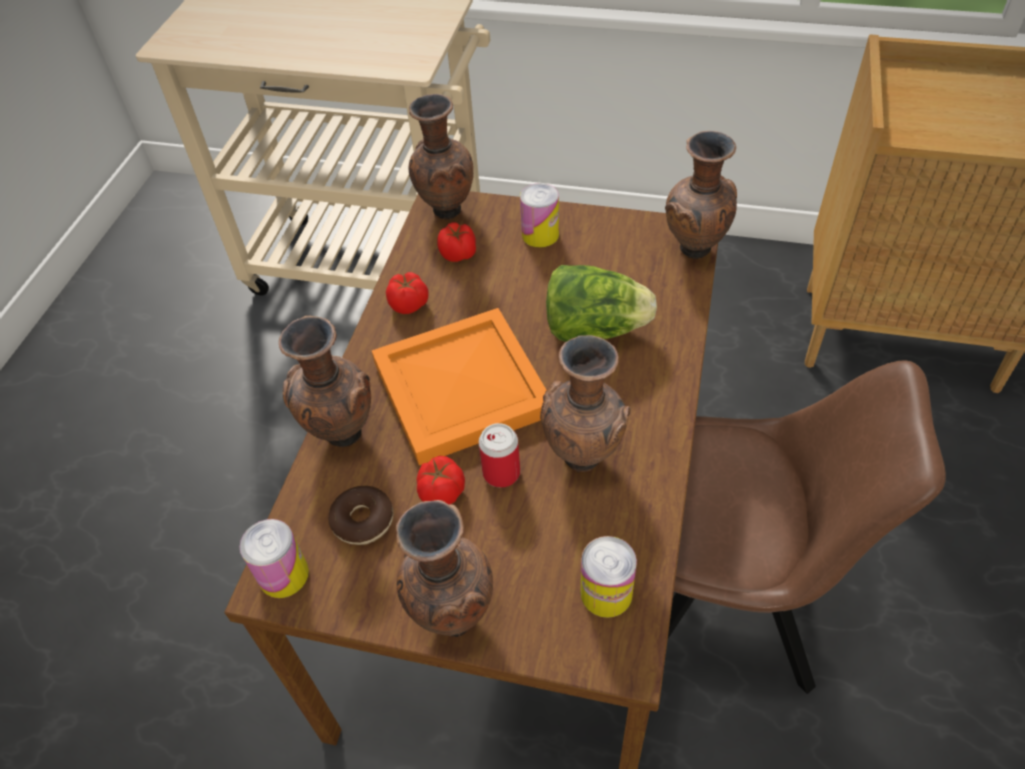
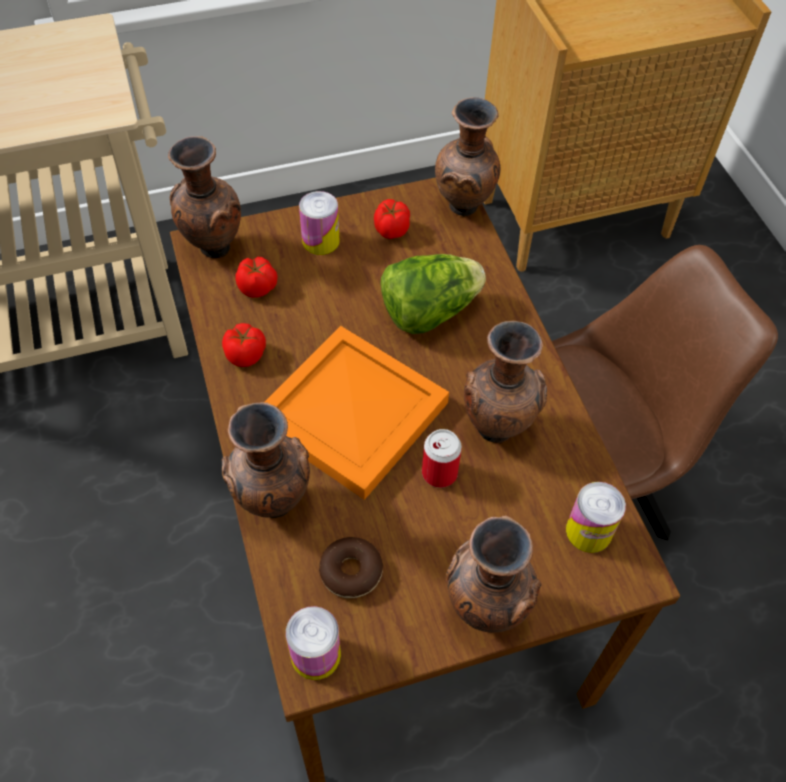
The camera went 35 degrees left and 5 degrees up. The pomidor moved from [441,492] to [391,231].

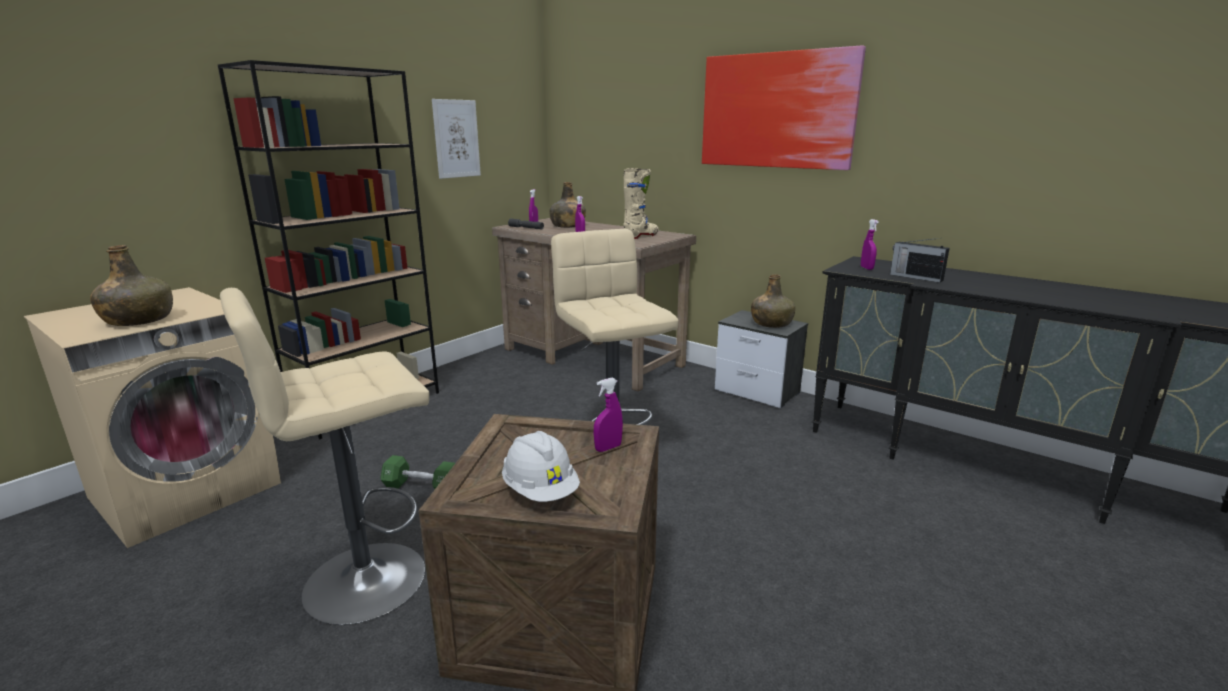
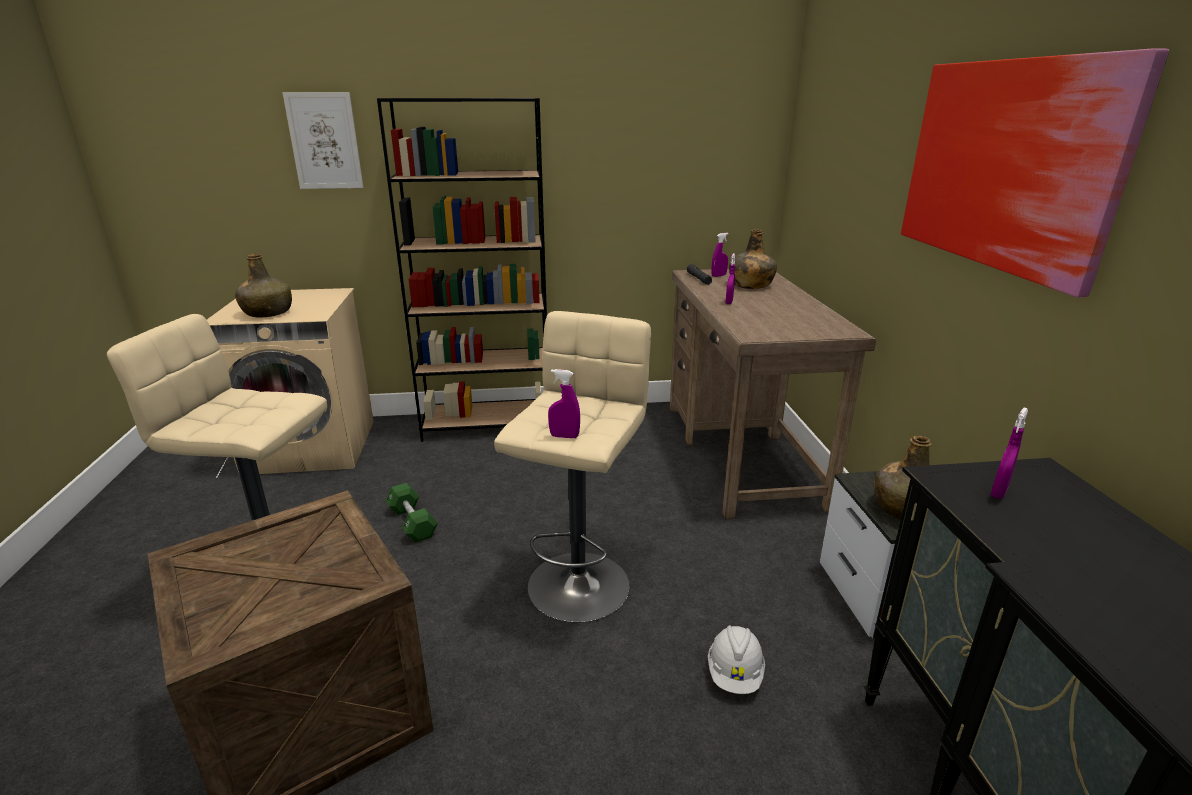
The camera went 45 degrees right and 5 degrees up. The but z cholewką/beżowy at [641,236] disappeared. The radio at [915,277] disappeared. The obraz moved from [456,139] to [324,141]. The kask/biały moved from [540,491] to [735,673]. The spryskiwacz/fioletowy moved from [608,448] to [564,436].

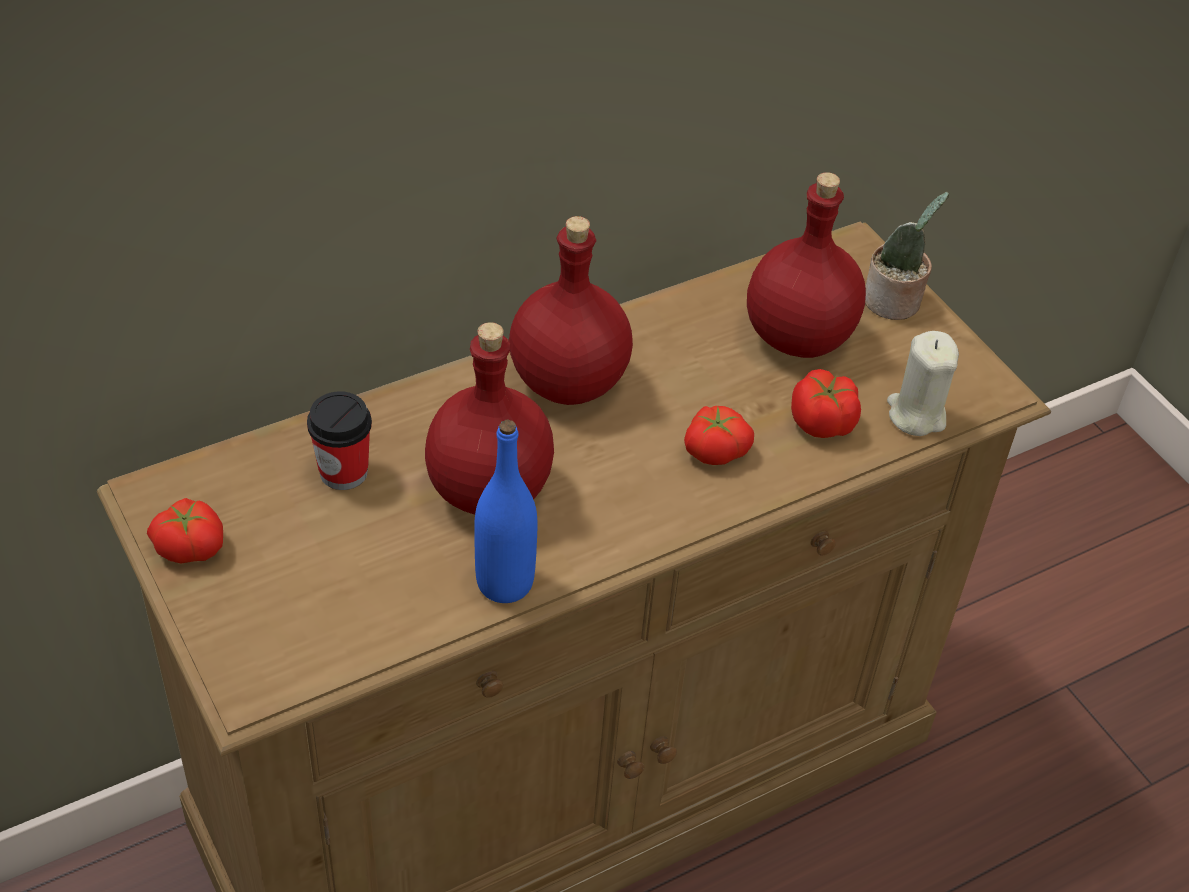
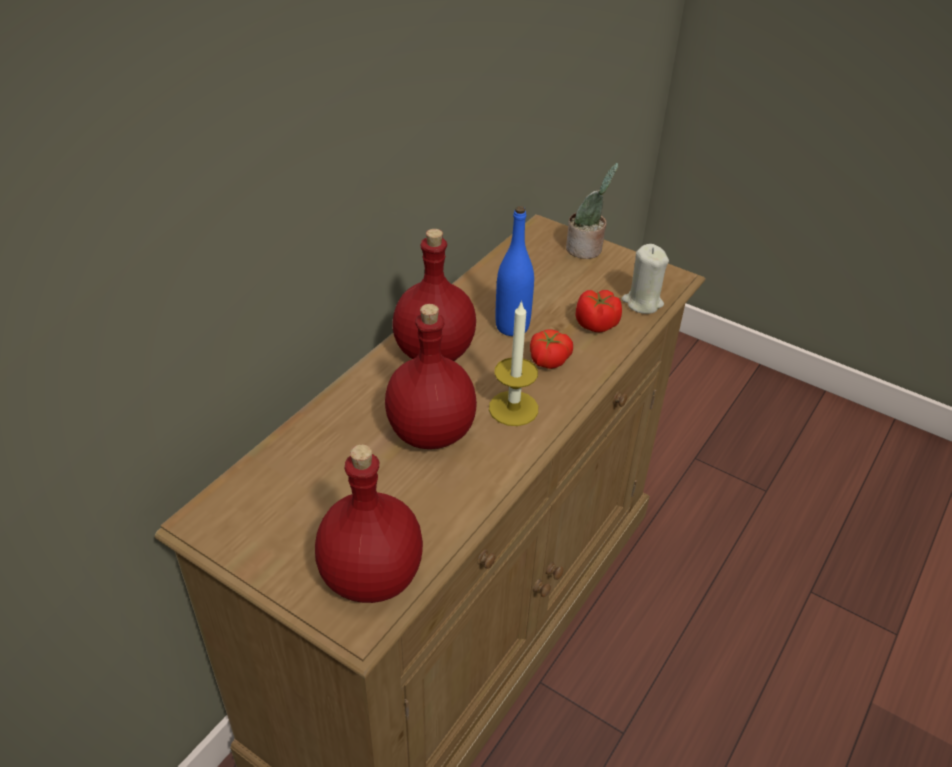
The camera went 25 degrees left and 5 degrees down. The pomidor at [190,545] disappeared. The filiżanka at [343,472] disappeared. The świeca at [513,408] appeared. The butelka/niebieski moved from [505,583] to [512,326]. The butelka/czerwony moved from [800,336] to [372,575].

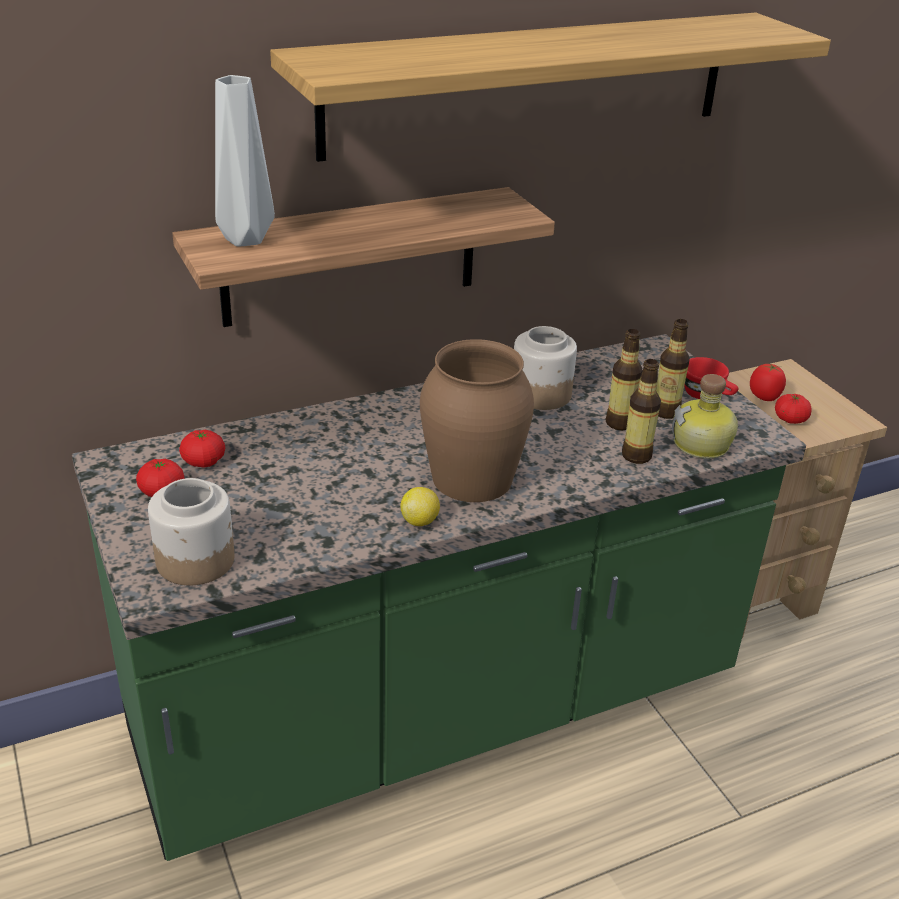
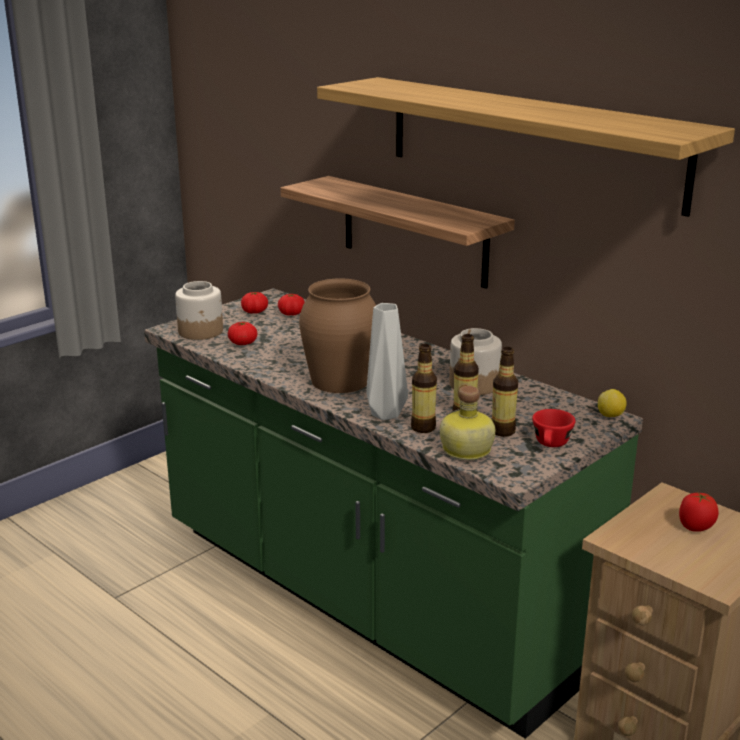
The camera went 70 degrees right and 10 degrees down. The wazon/szary moved from [246,240] to [384,415]. The cytryna moved from [420,521] to [610,416]. The pomidor moved from [790,419] to [243,343].

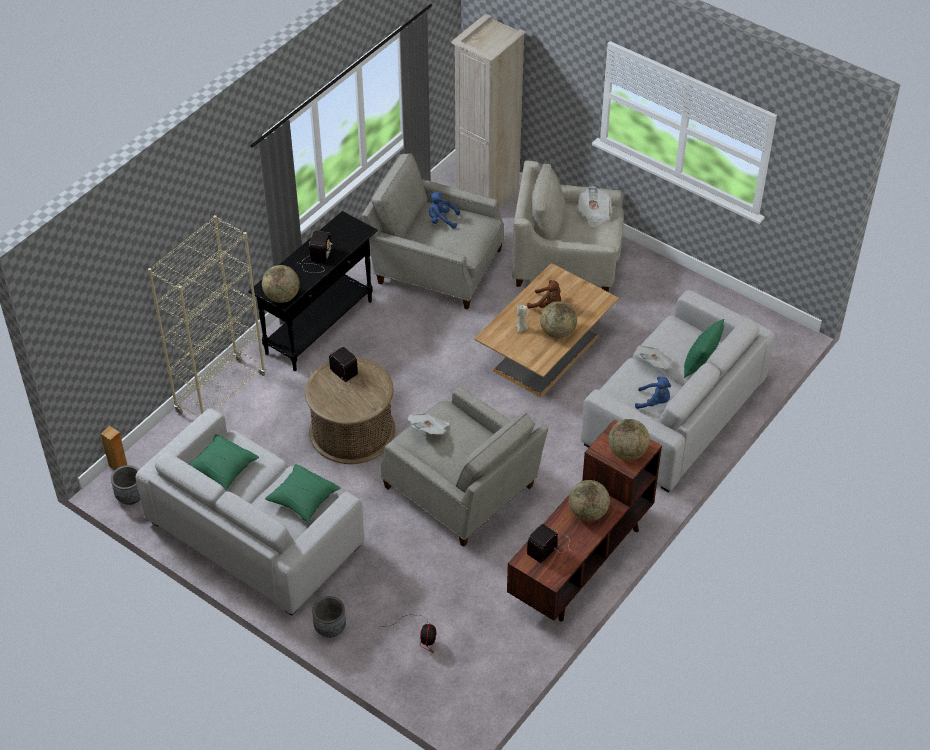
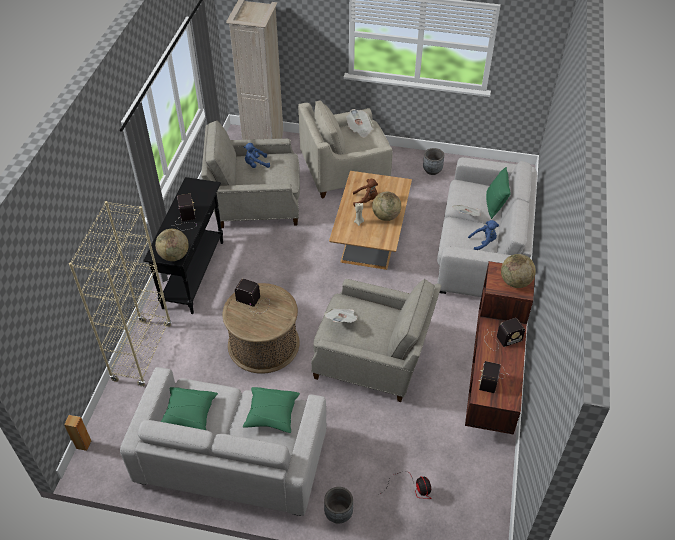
The camera went 25 degrees left and 0 degrees up. The donica/szary moved from [130,496] to [432,170]. The globus at [588,512] was replaced by the radio at [501,339].

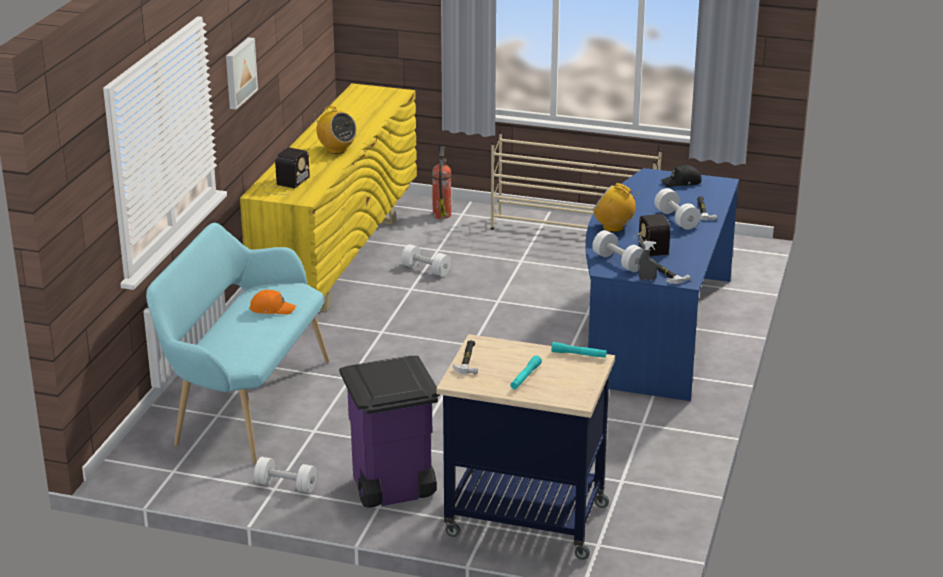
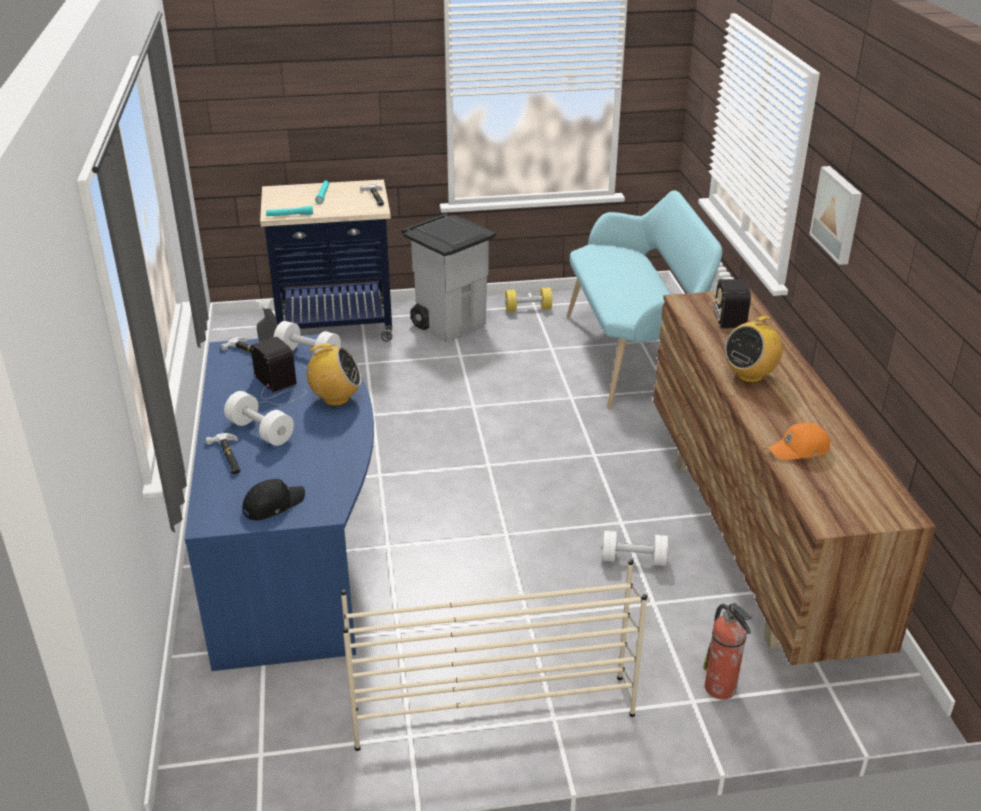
The camera went 155 degrees right and 5 degrees up. The czapka z daszkiem/pomarańczowy moved from [272,309] to [800,450]. The szafka/żółty at [338,260] became the szafka/brązowy at [753,543]. The hantel/biały at [286,486] became the hantel/żółty at [528,309]. The kosz na śmieci/fioletowy at [391,489] became the kosz na śmieci/szary at [450,324]. The radio at [336,150] turned 60 degrees counterclockwise.

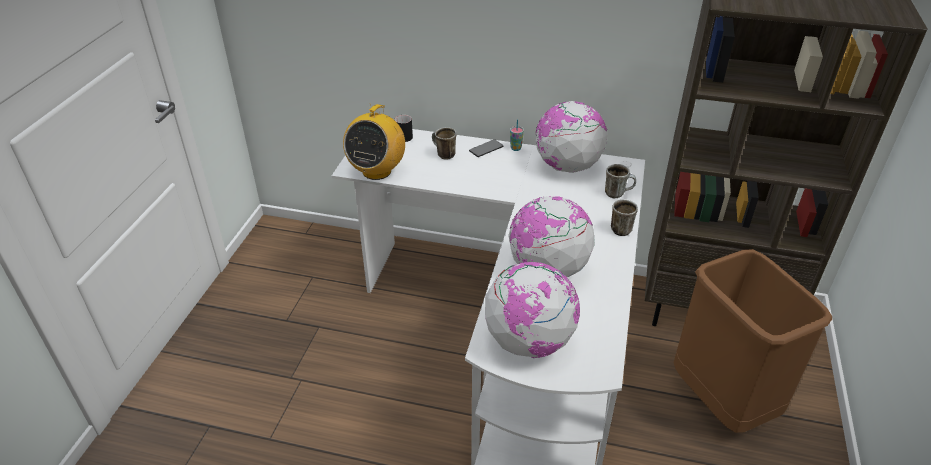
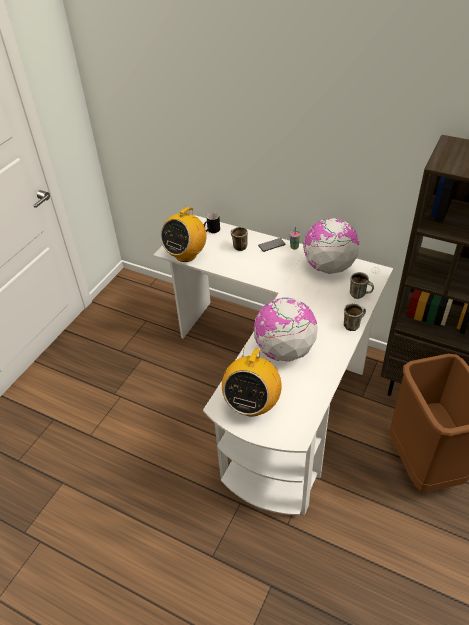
The camera went 15 degrees right and 5 degrees up. The globus at [529,341] was replaced by the radio at [252,404].

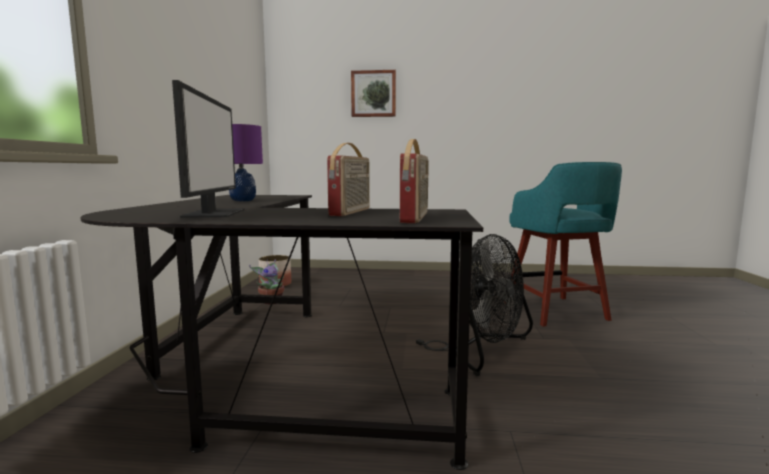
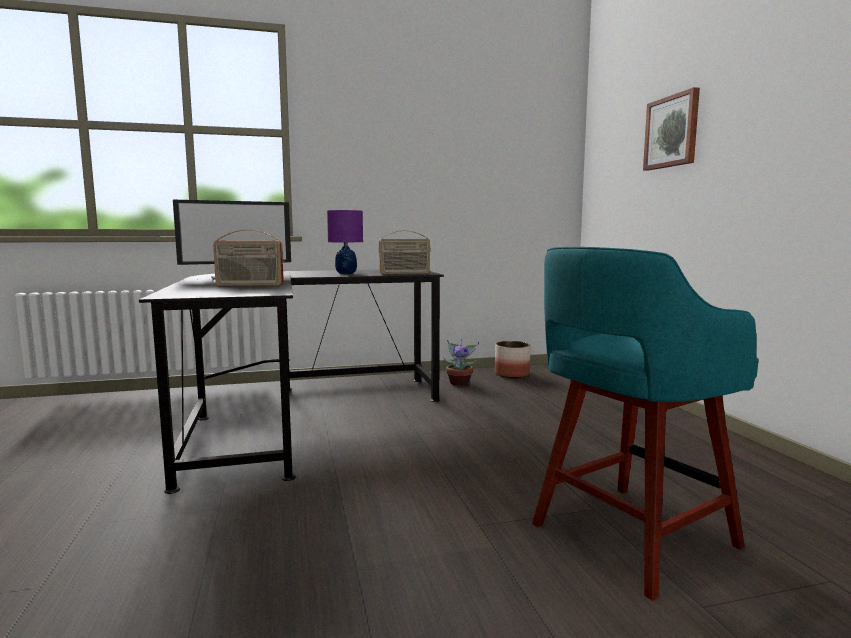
The camera went 70 degrees right and 0 degrees up. The wentylator/czarny at [480,350] disappeared. The radio moved from [415,218] to [404,273].

